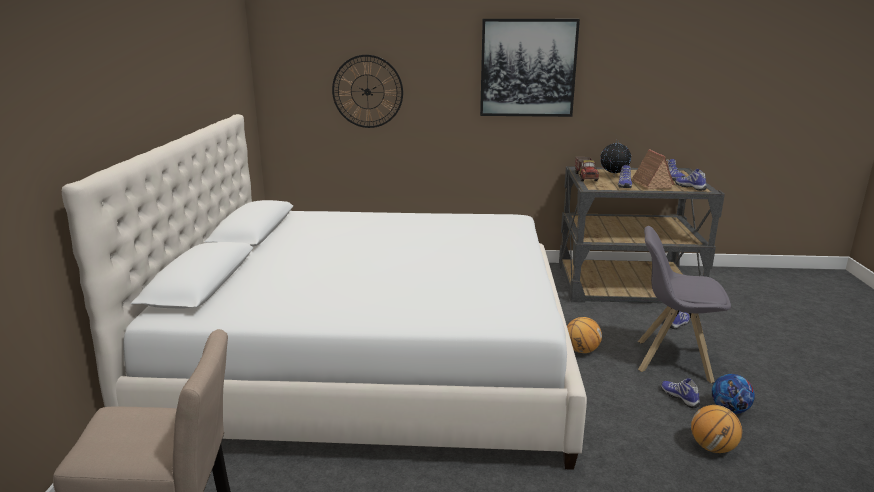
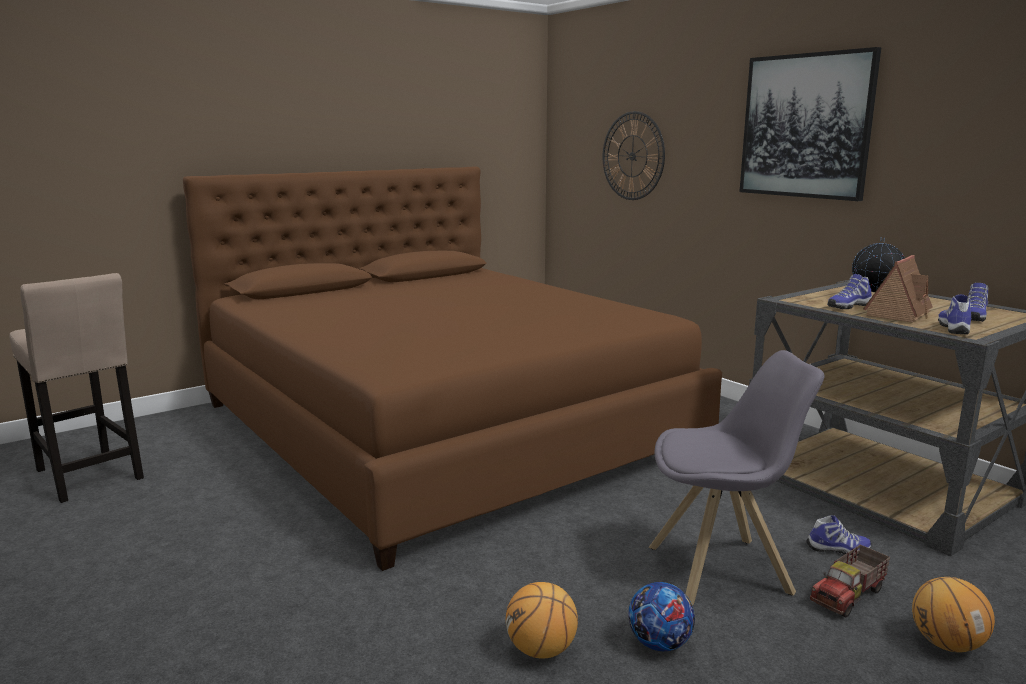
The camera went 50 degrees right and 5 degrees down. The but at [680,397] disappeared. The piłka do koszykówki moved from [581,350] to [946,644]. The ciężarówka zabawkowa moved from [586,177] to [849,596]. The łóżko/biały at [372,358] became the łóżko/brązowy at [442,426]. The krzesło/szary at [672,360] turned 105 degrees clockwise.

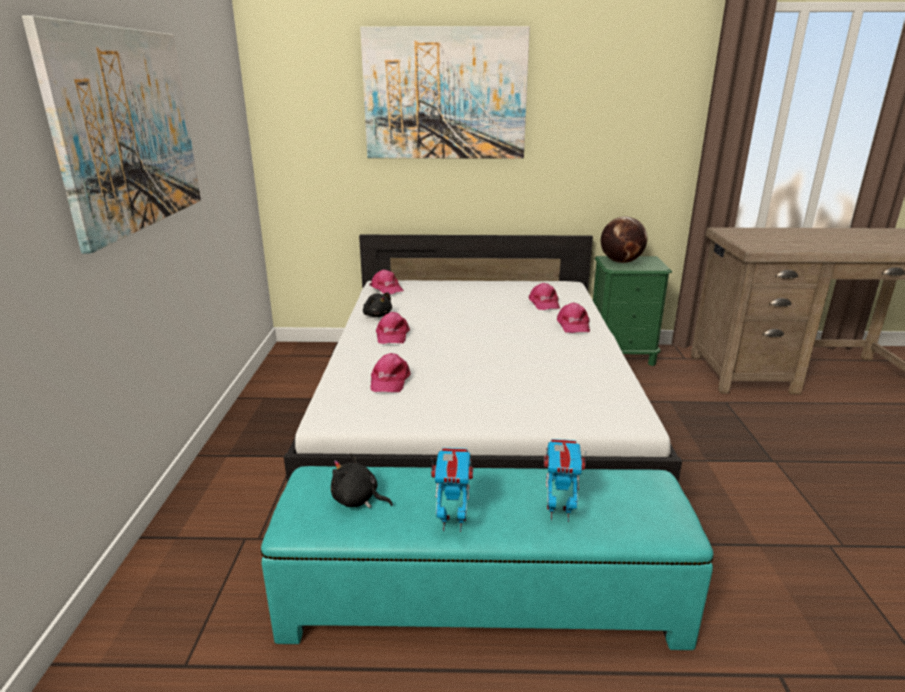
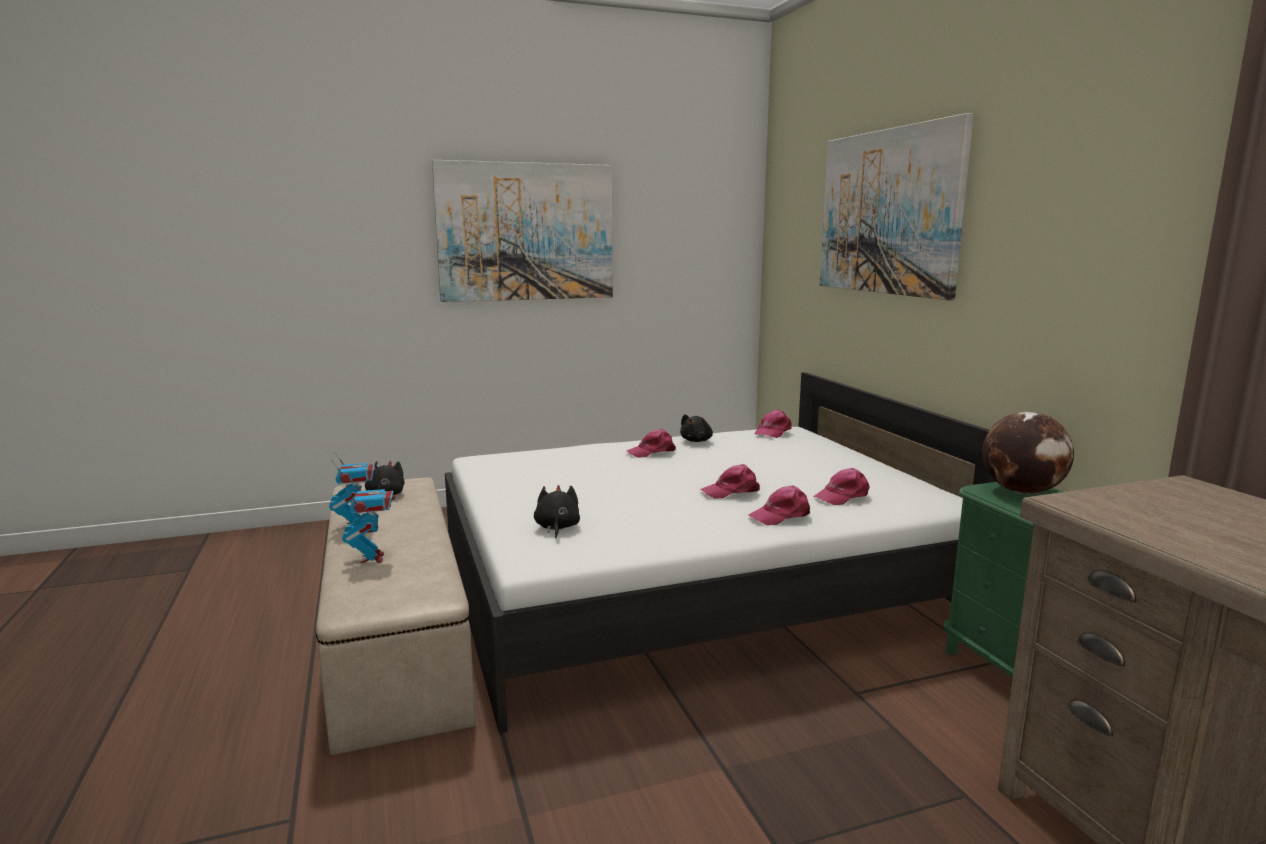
The camera went 70 degrees right and 10 degrees down. The pluszak/czarny at [557,528] appeared. The czapka z daszkiem/różowy moved from [389,380] to [731,491]. The ławka/turkusowy at [483,595] became the ławka/beżowy at [397,633].

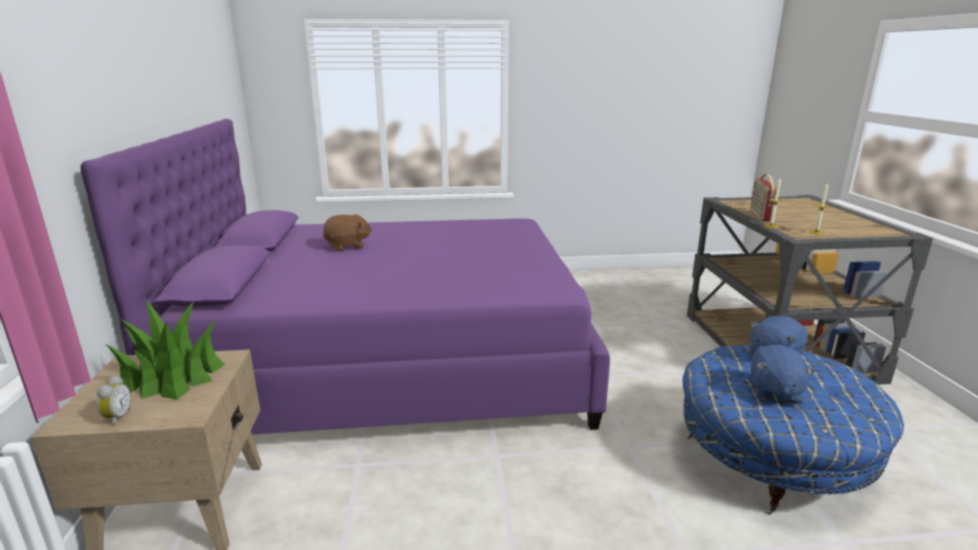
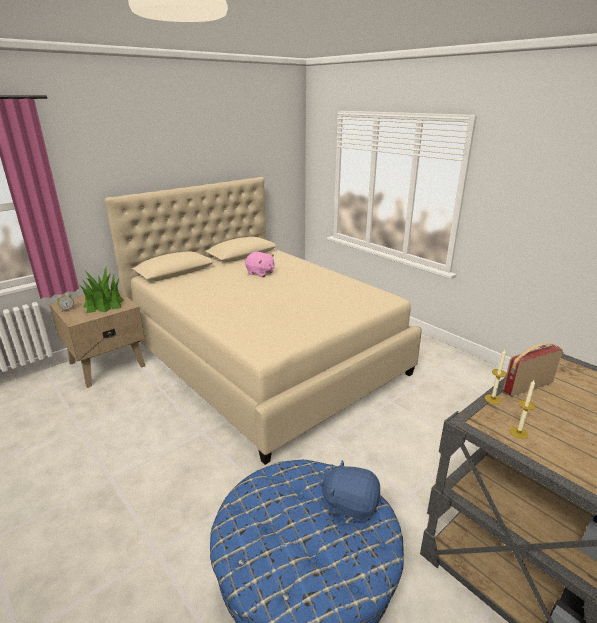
The camera went 55 degrees right and 5 degrees up. The pluszak/niebieski at [774,391] disappeared. The łóżko/fioletowy at [394,361] became the łóżko/beżowy at [264,356]. The pluszak/brązowy at [347,246] became the pluszak/różowy at [260,273].

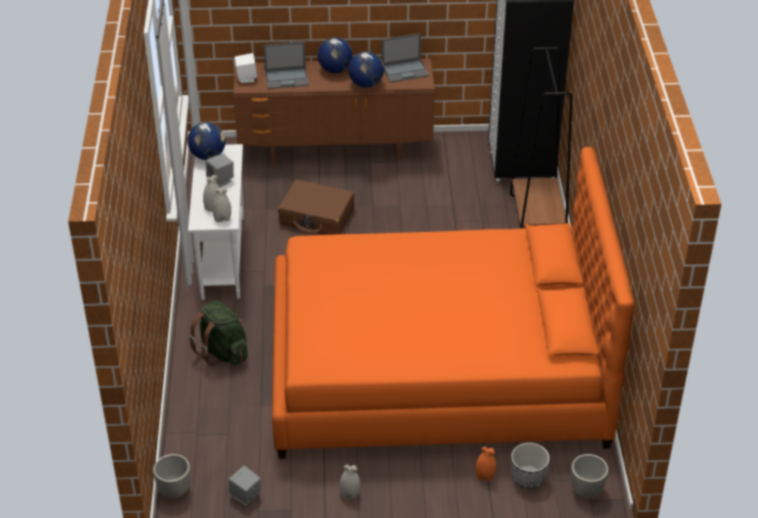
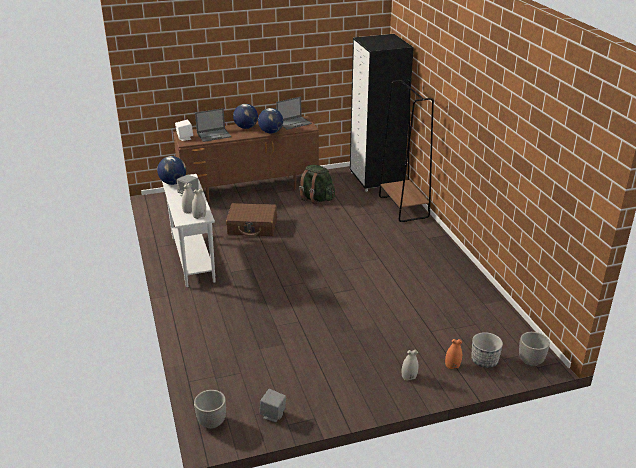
The camera went 15 degrees left and 10 degrees down. The łóżko/pomarańczowy at [437,371] disappeared. The plecak/zielony moved from [222,352] to [316,199]. The wazon/biały moved from [350,493] to [409,376].

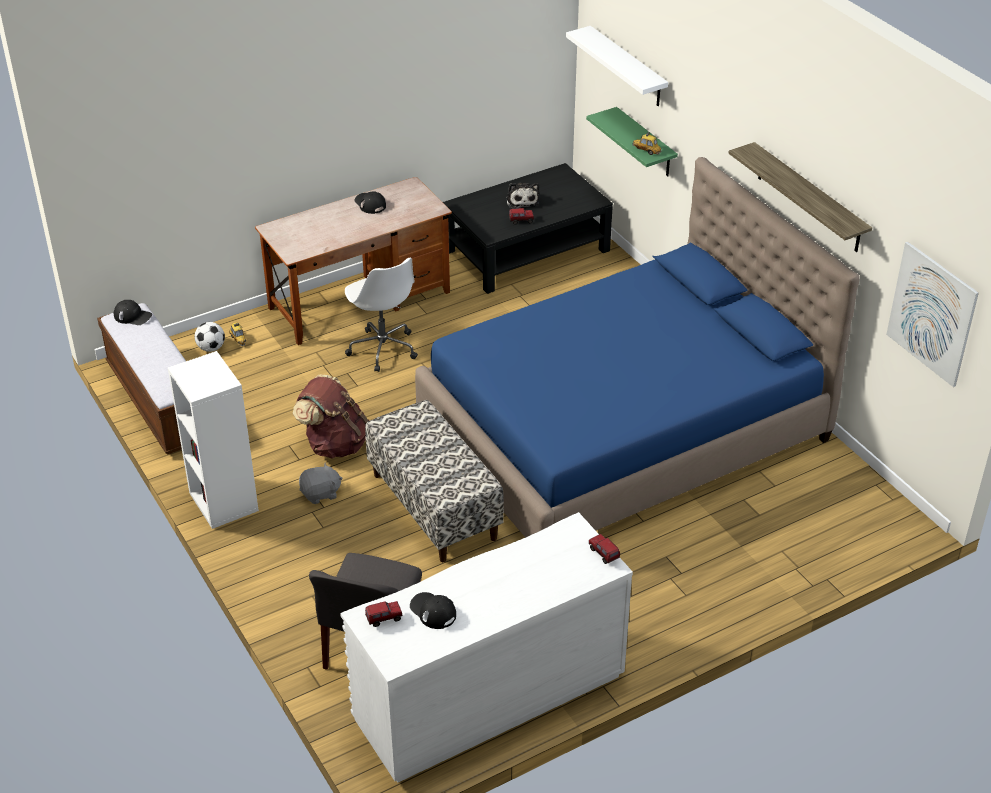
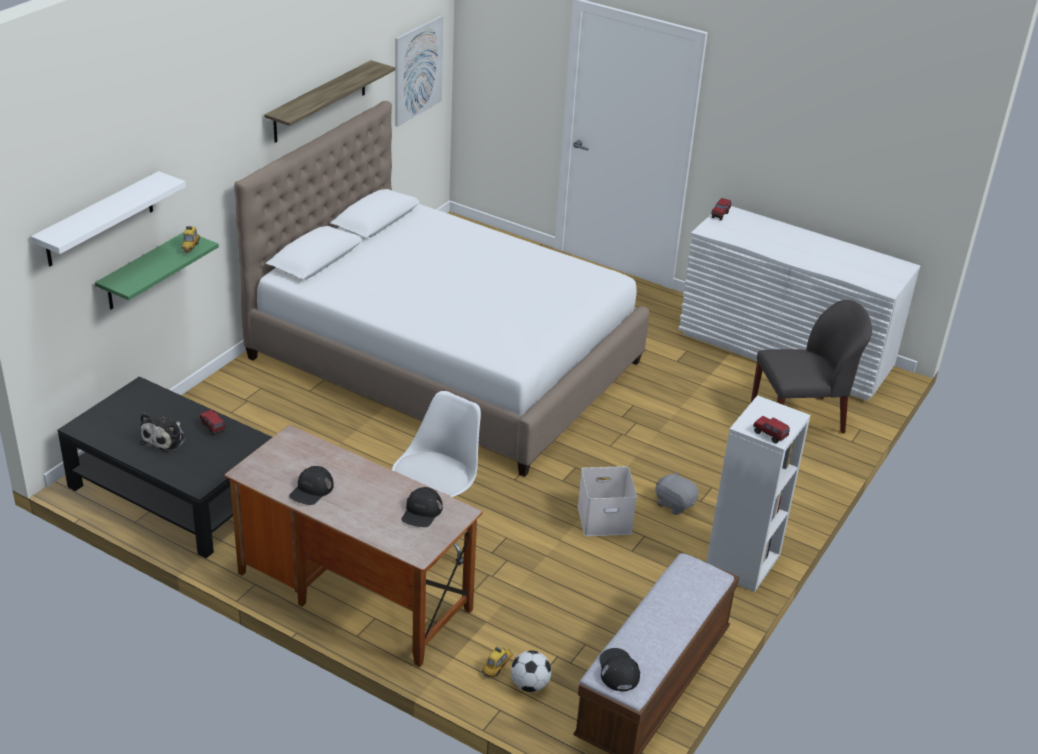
The camera went 120 degrees left and 5 degrees down. The ławka at [435,506] disappeared. The ciężarówka zabawkowa moved from [384,619] to [769,435]. The czapka z daszkiem/czarny moved from [433,611] to [421,512]. The plecak/brązowy at [335,444] was replaced by the pojemnik do przechowywania/biały at [603,520]. The łóżko/niebieski at [624,430] became the łóżko/biały at [445,359]. The pluszak at [522,200] turned 150 degrees clockwise.

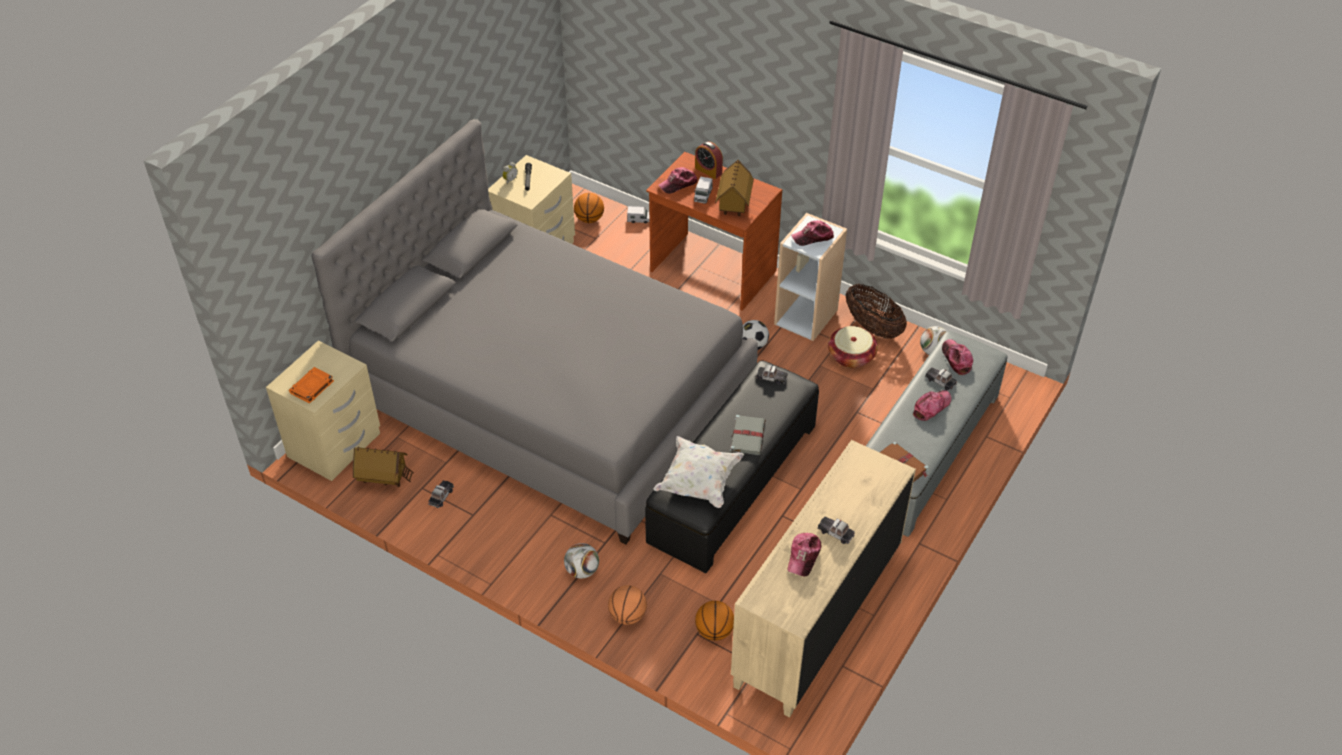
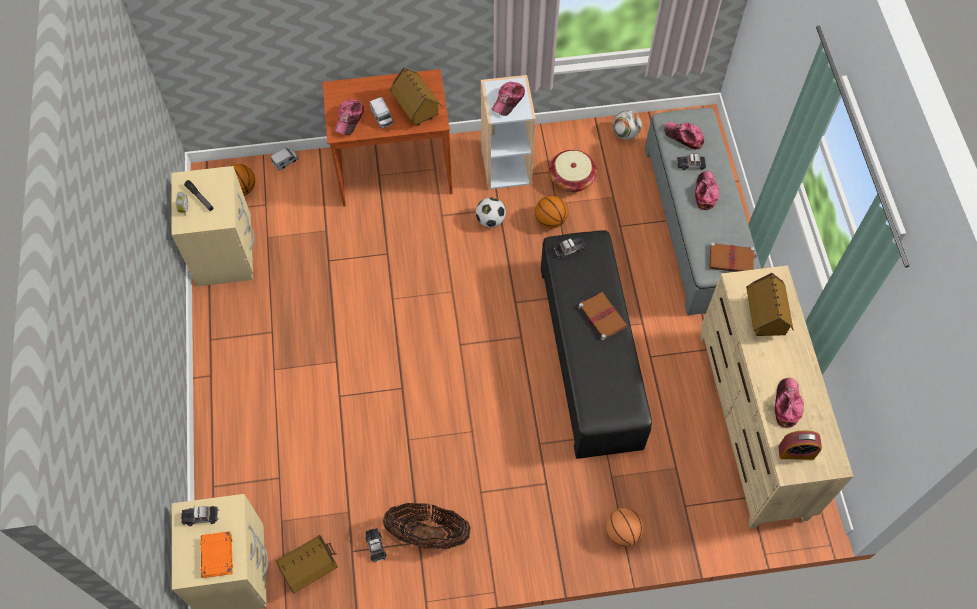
The camera went 40 degrees left and 15 degrees up. The łóżko/szary at [550,394] disappeared. The piłka futbolowa at [582,571] disappeared. The poduszka/biały at [698,482] disappeared. The domek at [764,318] appeared. The budzik moved from [708,170] to [796,452]. The piłka do koszykówki moved from [714,631] to [550,221]. The samochodzik moved from [836,532] to [201,516]. The koszyk moved from [873,327] to [428,534]. The książka/szary at [747,436] became the książka/brązowy at [601,316]. The czapka z daszkiem at [804,556] turned 150 degrees counterclockwise.

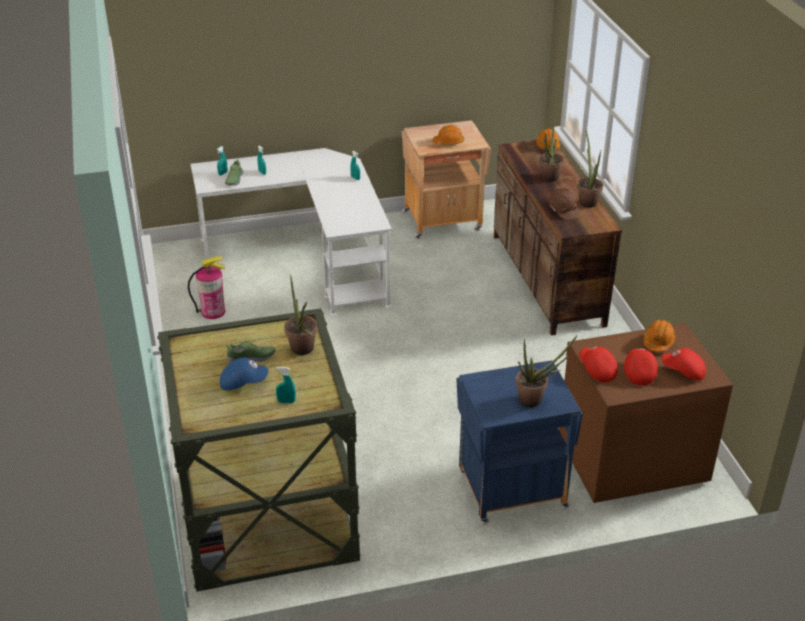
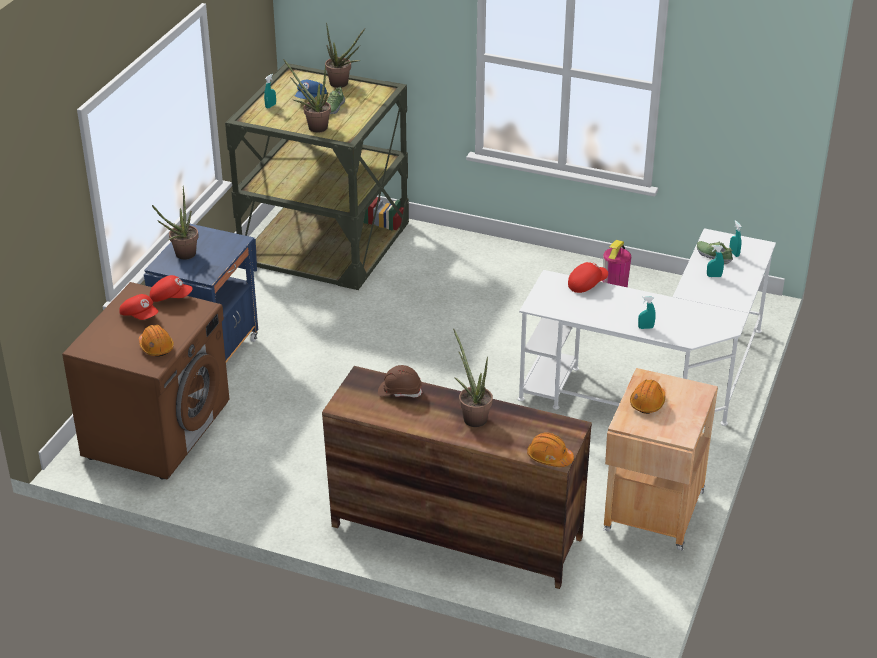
The camera went 125 degrees right and 0 degrees up. The roślina doniczkowa moved from [587,201] to [342,84]. The czapka z daszkiem/czerwony moved from [683,371] to [586,284].

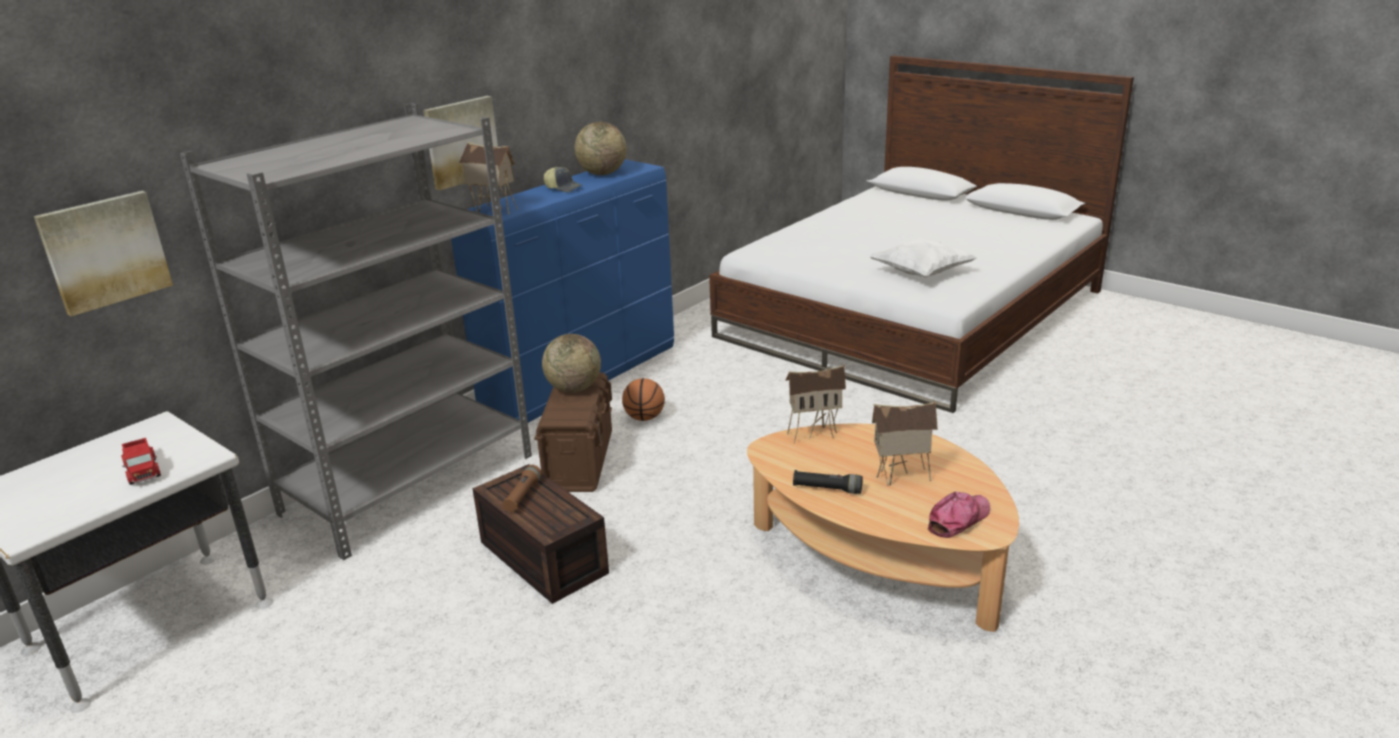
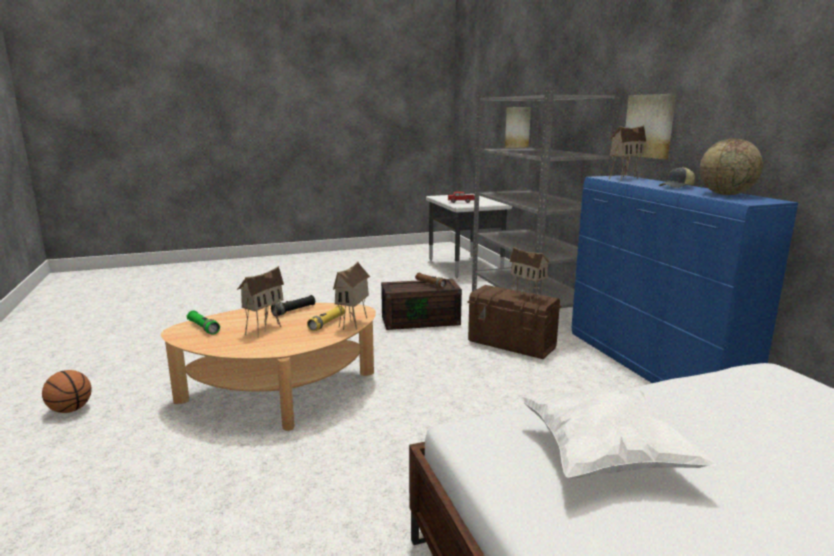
The camera went 120 degrees right and 10 degrees down. The latarka/żółty at [327,323] appeared. The piłka do koszykówki moved from [644,418] to [70,410]. The globus at [574,388] was replaced by the domek at [527,297]. The czapka z daszkiem at [958,519] was replaced by the latarka/zielony at [203,328].

